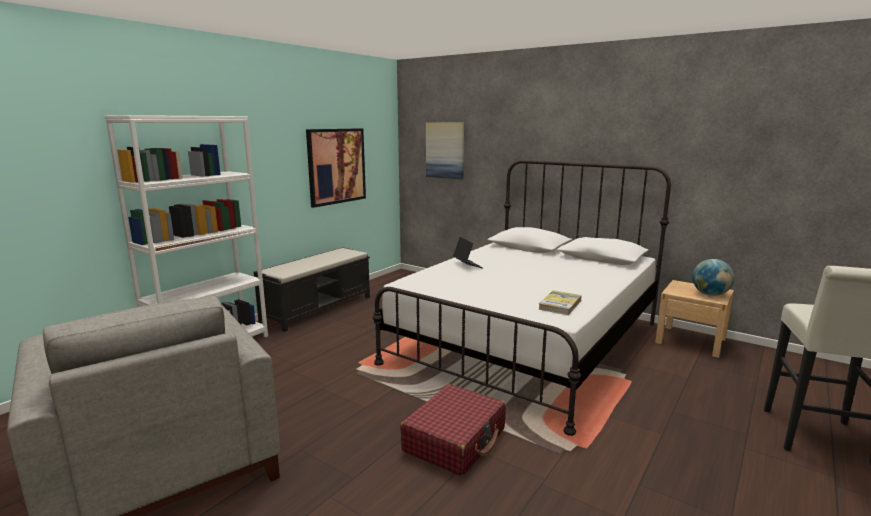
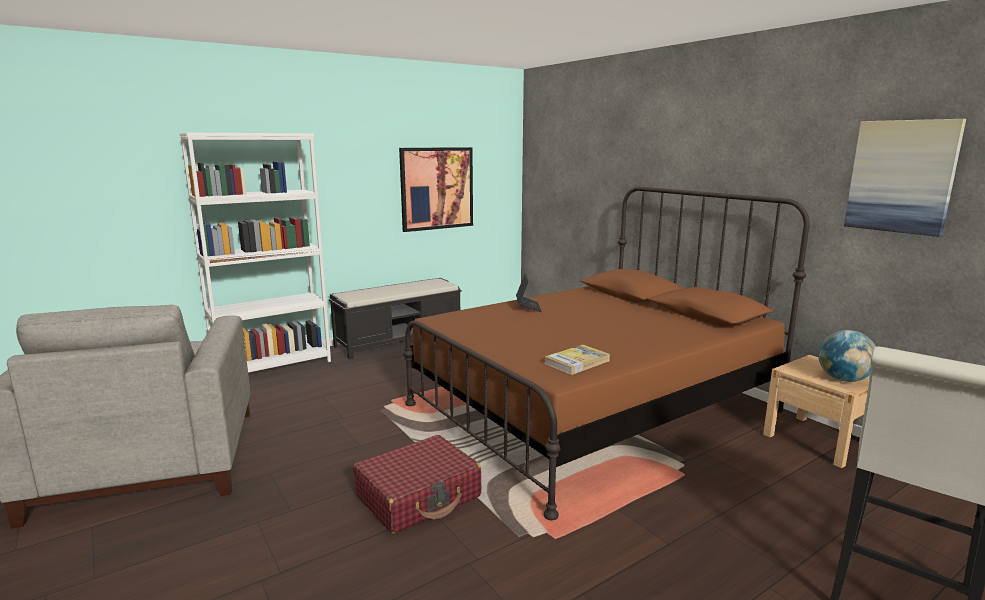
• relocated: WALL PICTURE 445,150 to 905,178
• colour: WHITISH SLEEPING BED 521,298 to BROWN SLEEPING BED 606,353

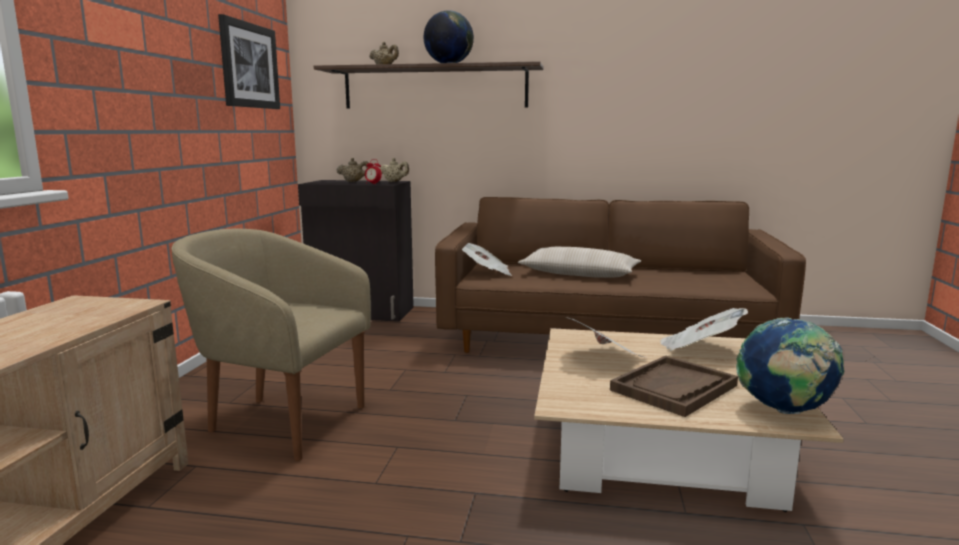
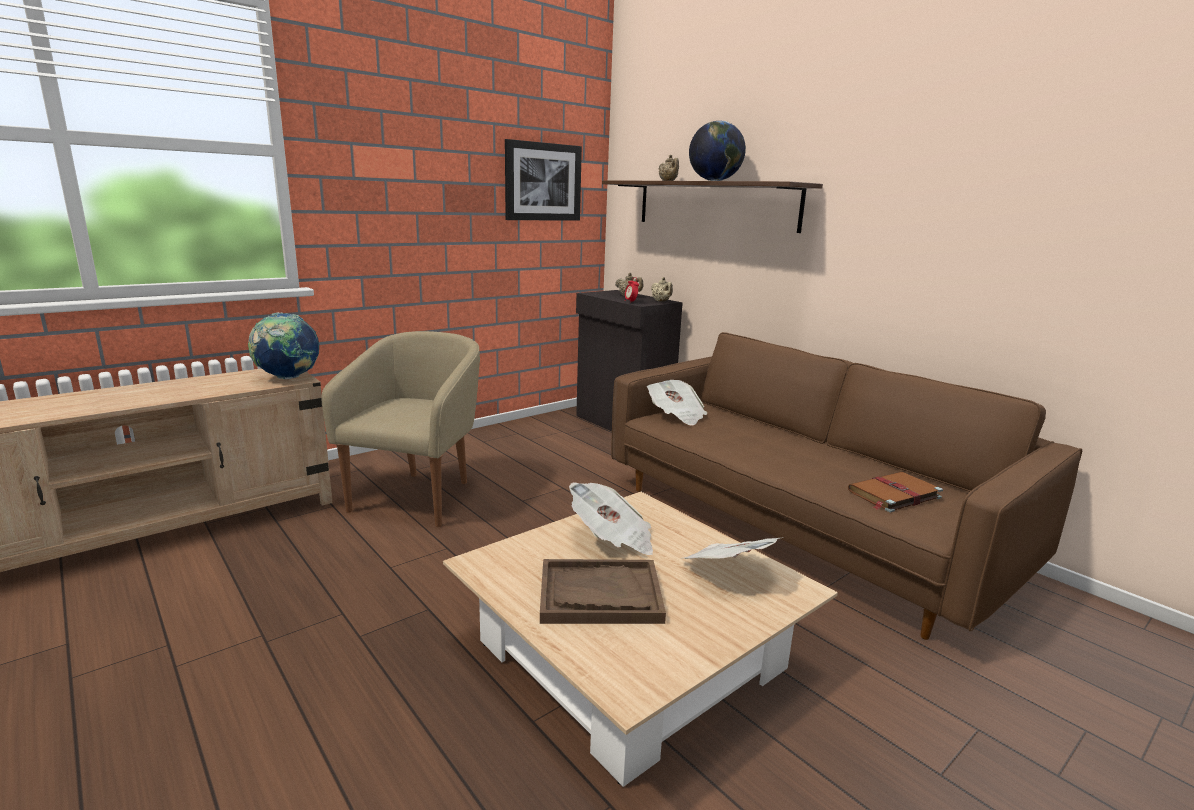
• spun: SAND-COLOURED ARMCHAIR 271,345 = 401,429 45 degrees clockwise
• missing: SAND-COLOURED PILLOW 579,262
• relocated: GLOBE 790,365 to 283,346
• appeared: BROWN VOLUME 895,492

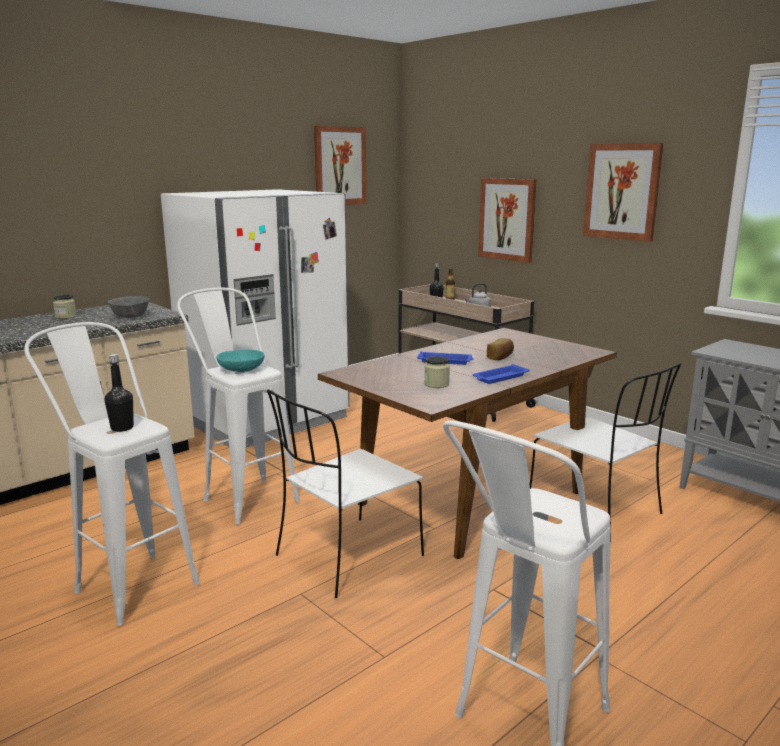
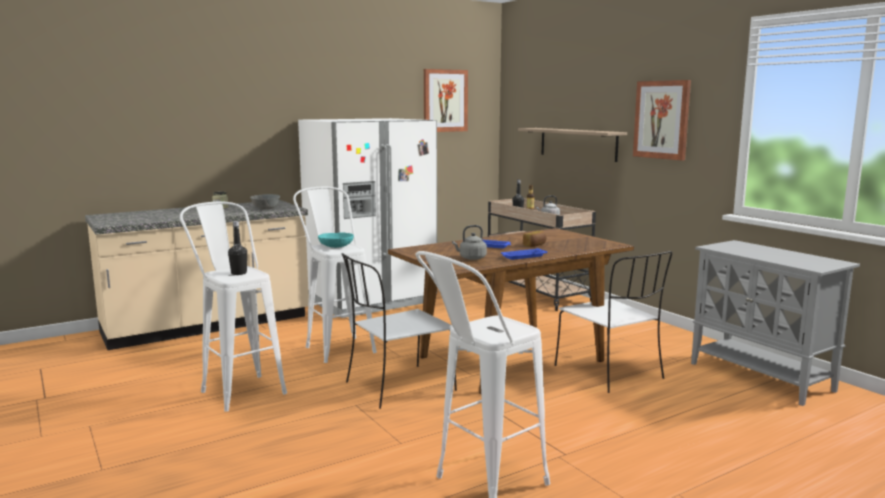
• exchanged: WALL PICTURE 507,220 to WALL SHELF 572,145
• exchanged: STORAGE JAR 437,372 to GREY WATER KETTLE 469,242

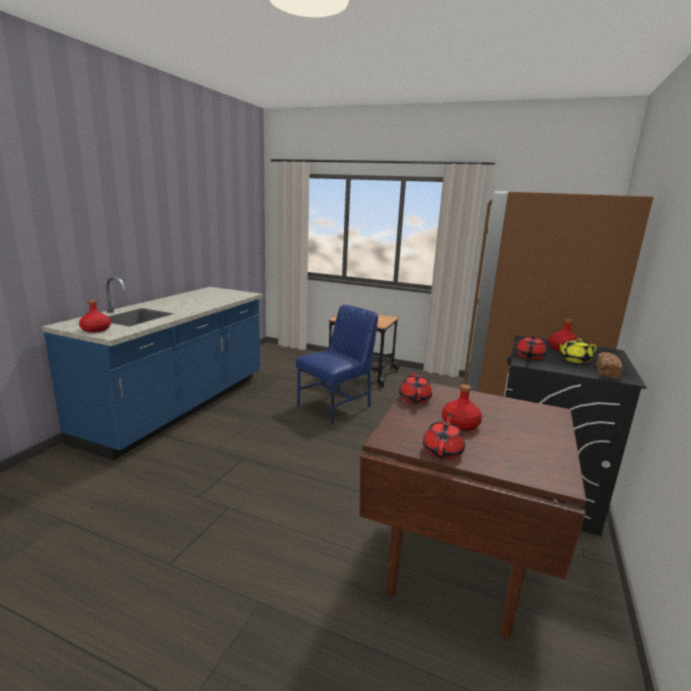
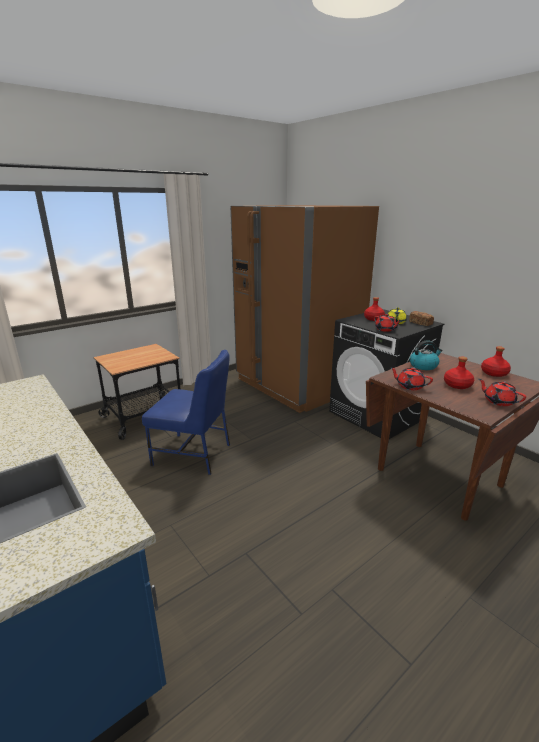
• relocated: RED-COLOURED BEVERAGE BOTTLE 95,316 to 496,361
• spun: BLUE-COLOURED CHAIR 337,364 = 186,412 120 degrees clockwise
• appeared: WATER KETTLE 426,355

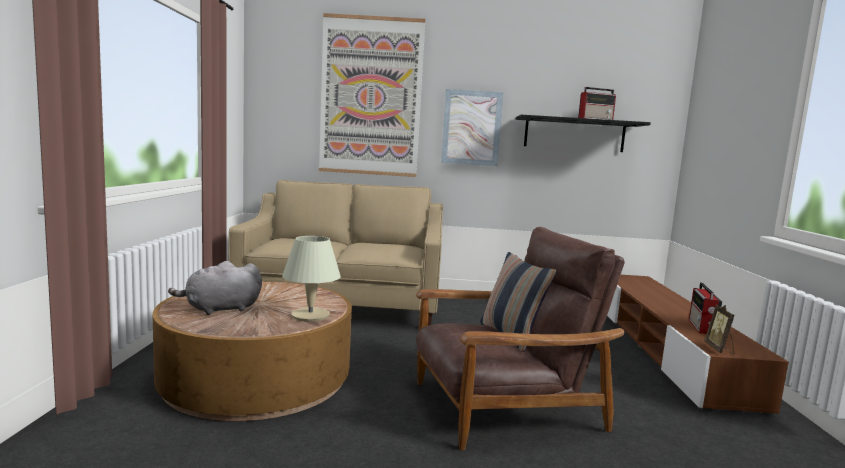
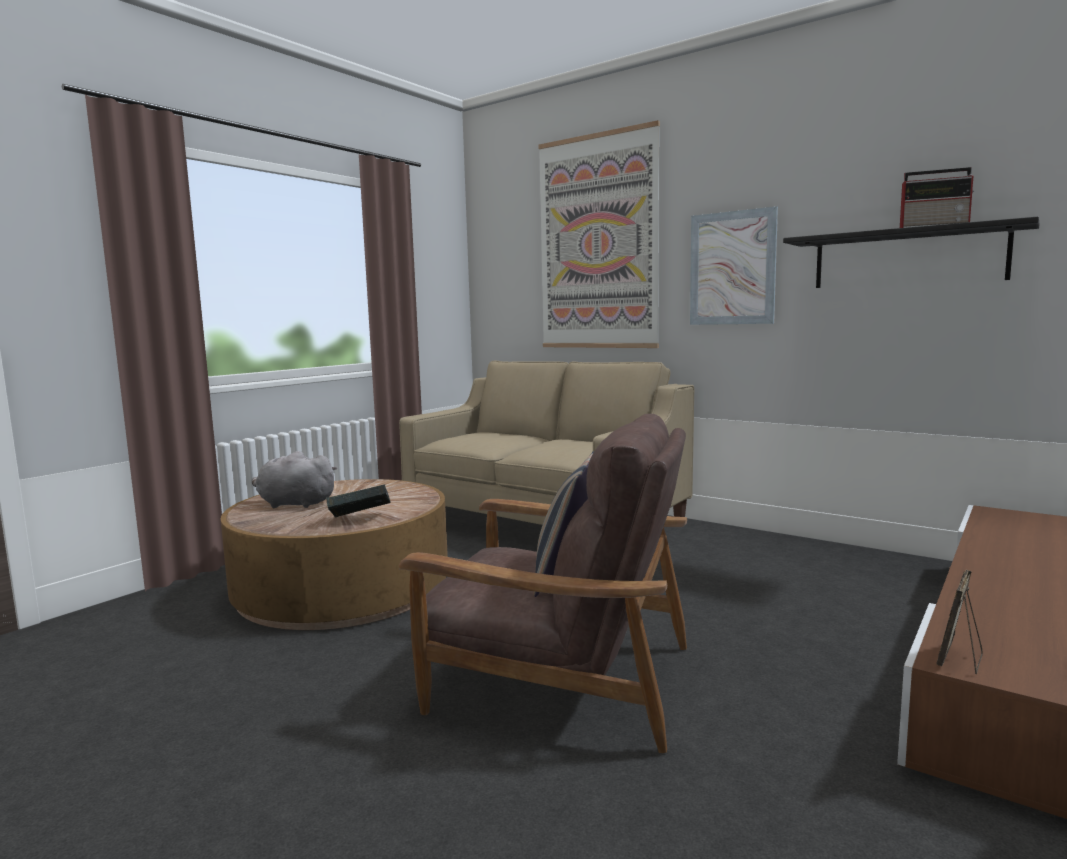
• exchanged: SAND-COLOURED LAMP FOR A TABLE 311,279 to VOLUME 358,501
• missing: RADIO 705,308

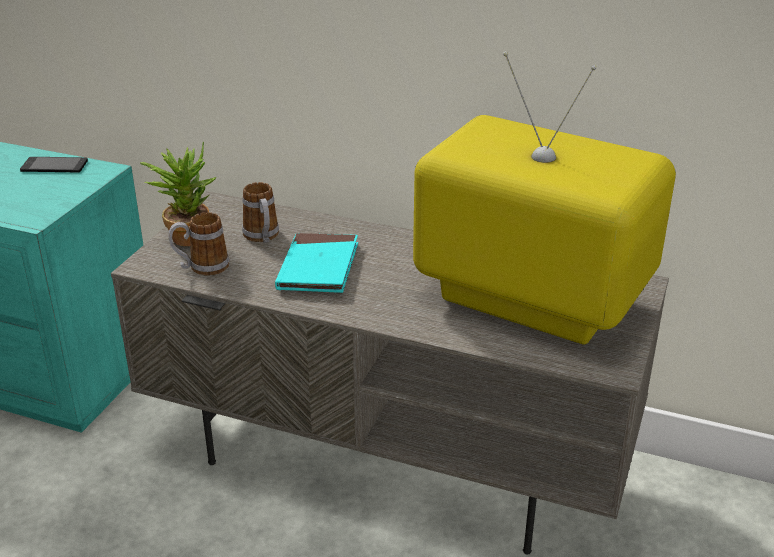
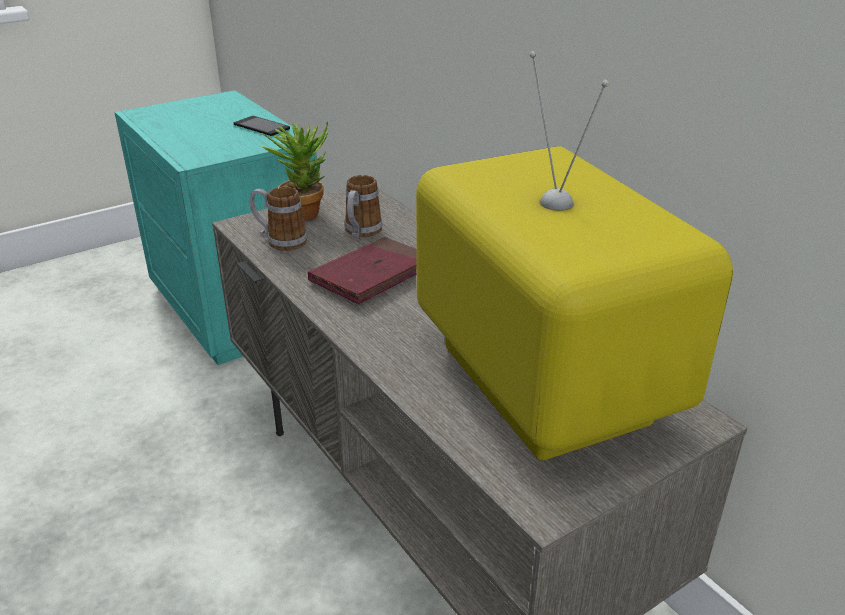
• colour: TURQUOISE-COLOURED VOLUME 316,263 to RED-COLOURED VOLUME 362,270

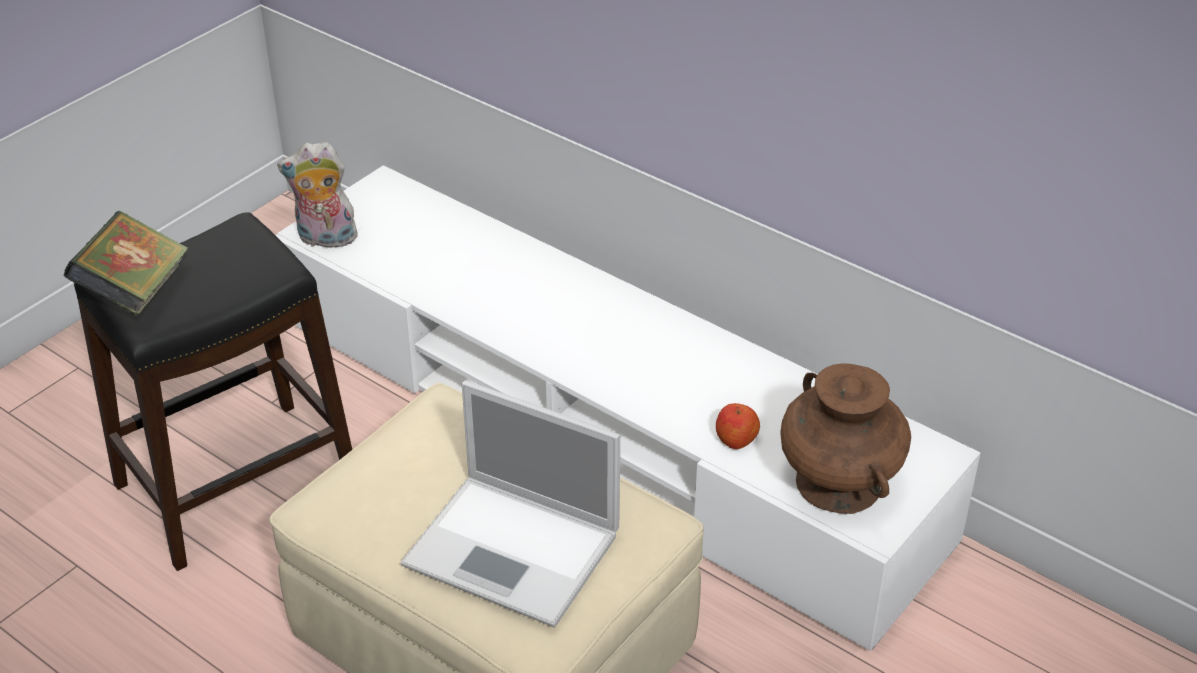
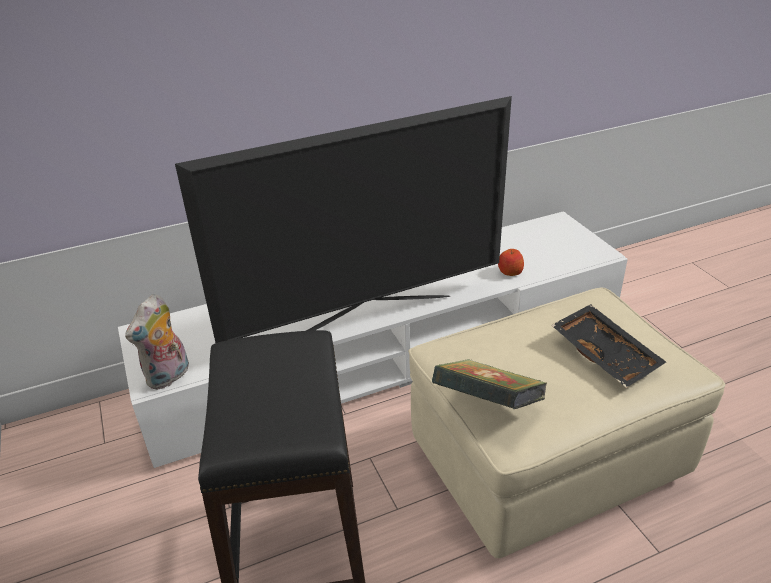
• relocated: VOLUME 125,263 to 489,384
• missing: BROWN FLOWER VASE 845,438
• exchanged: NOTEBOOK COMPUTER 510,504 to BLACK-COLOURED CARRYING TRAY 608,346
• appeared: TELEVISION 343,219

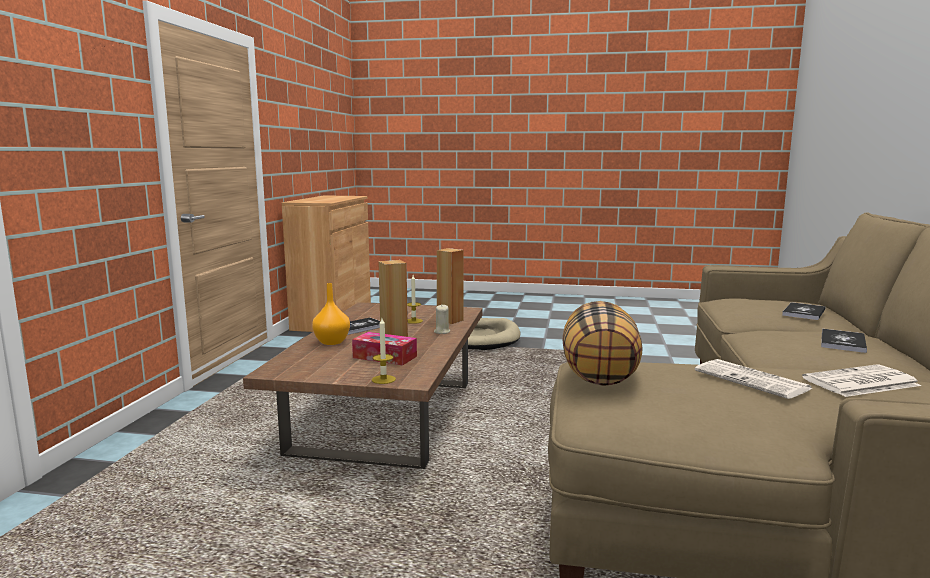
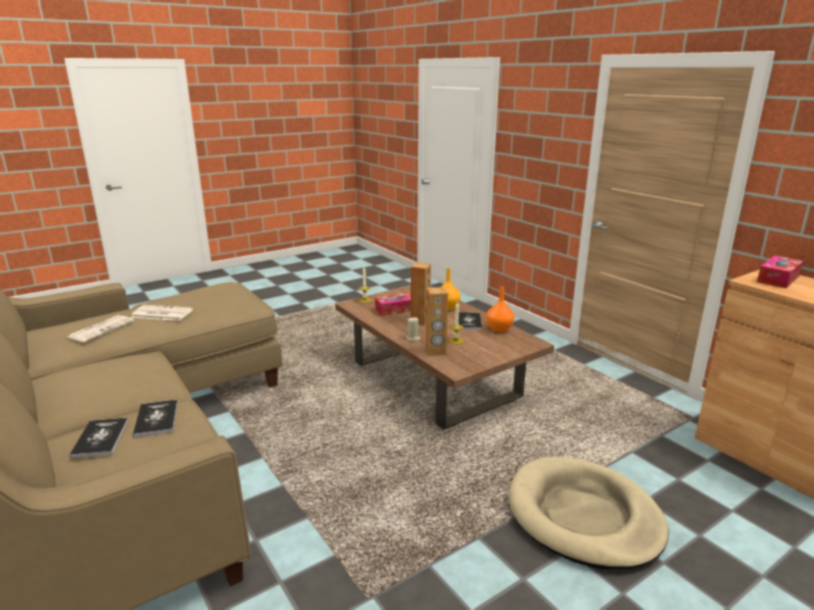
• missing: PILLOW 602,343
• relocated: VOLUME 844,341 to 155,418
• appeared: TISSUE BOX 780,271
• appeared: ORANGEY FLOWER VASE 500,309

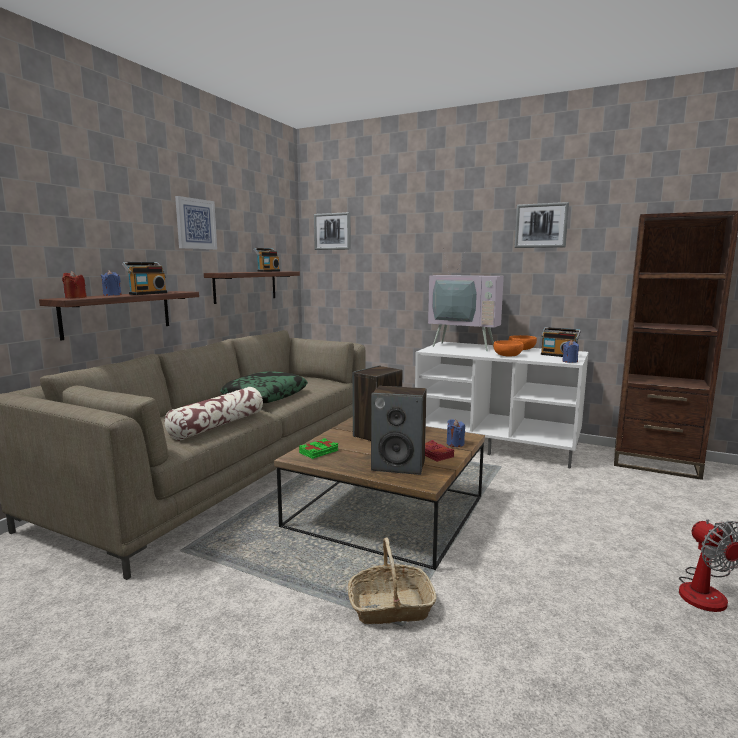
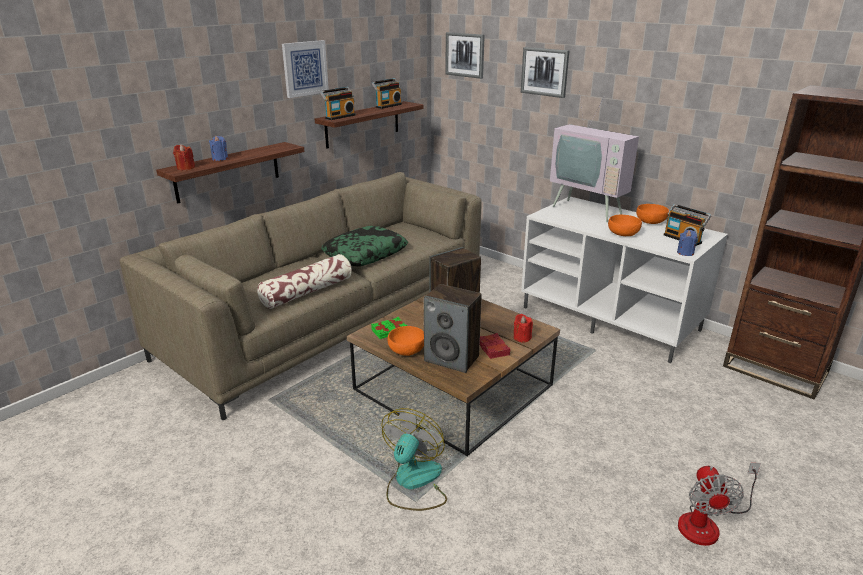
• relocated: WALL PICTURE 541,225 to 545,72
• relocated: RADIO 144,278 to 337,103
• colour: BLUE-COLOURED CANDLE 456,433 to RED-COLOURED CANDLE 523,328
• exchanged: STORAGE BASKET 392,581 to FAN 414,459
• appeared: ORANGEY SERVING BOWL 405,341

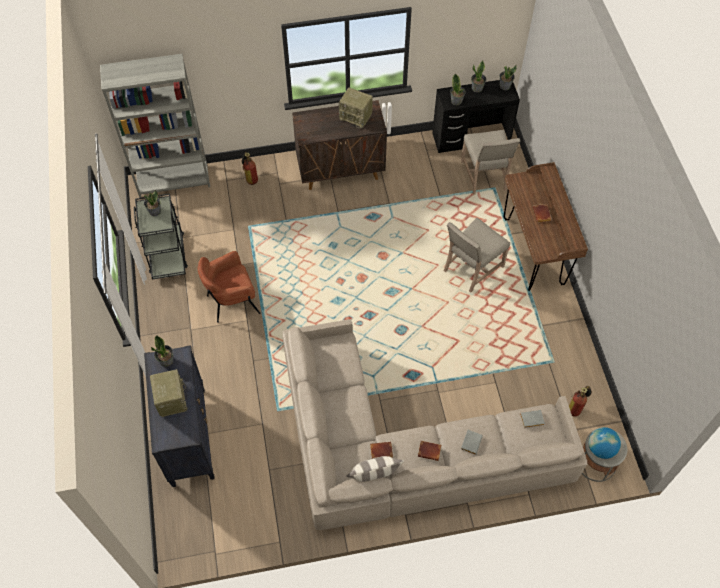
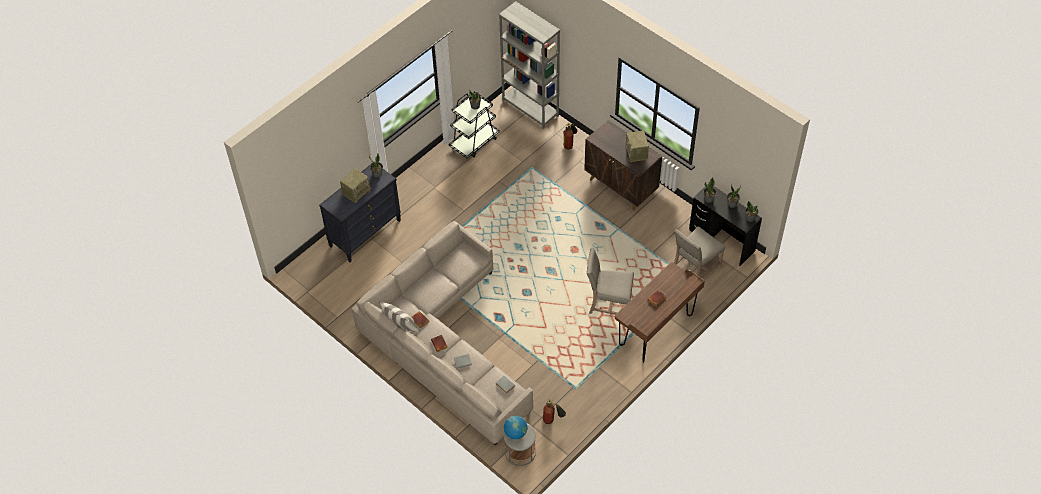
• missing: BROWN ARMCHAIR 229,287

